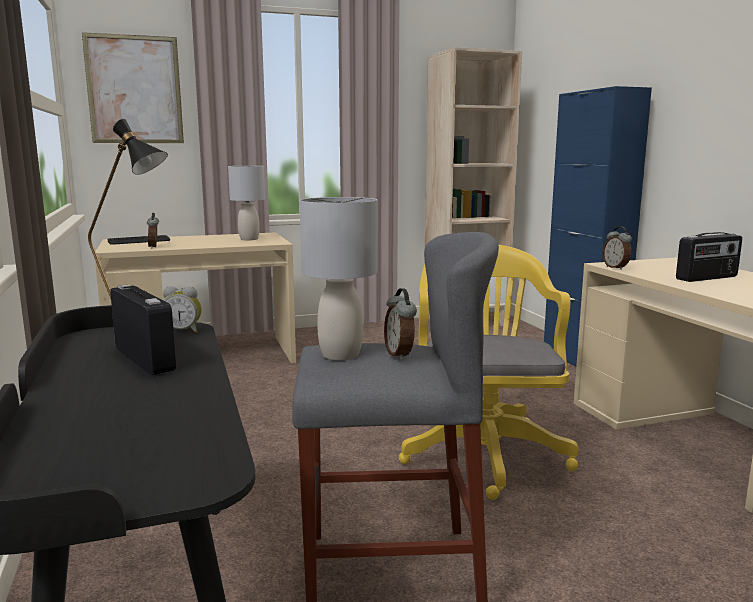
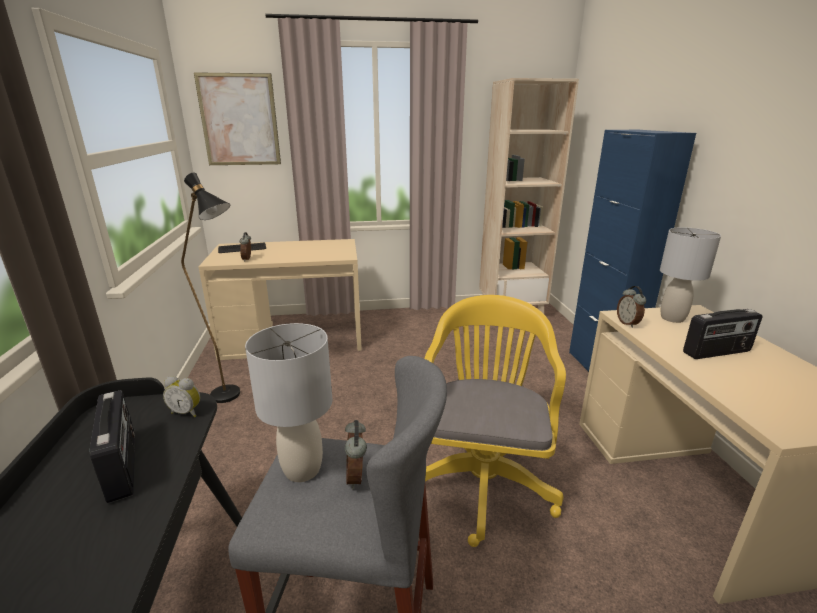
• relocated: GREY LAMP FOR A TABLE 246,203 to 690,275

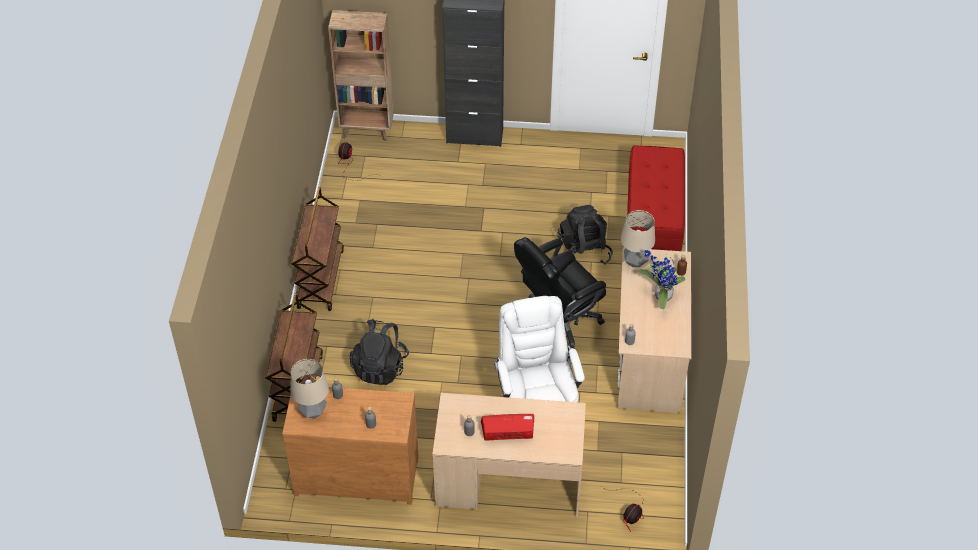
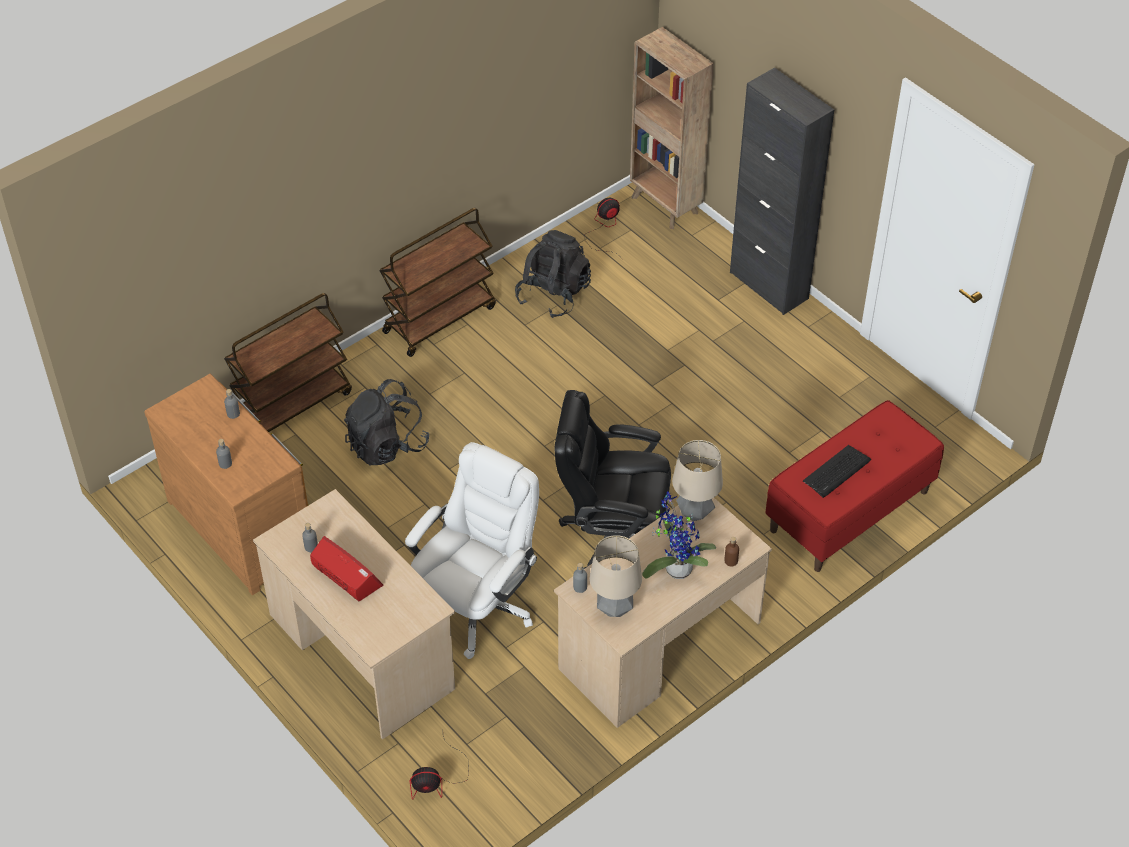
• relocated: BLACK-COLOURED BACKPACK 585,235 to 553,274
• relocated: LAMP FOR A TABLE 310,389 to 616,576
• appeared: KEYBOARD 837,471

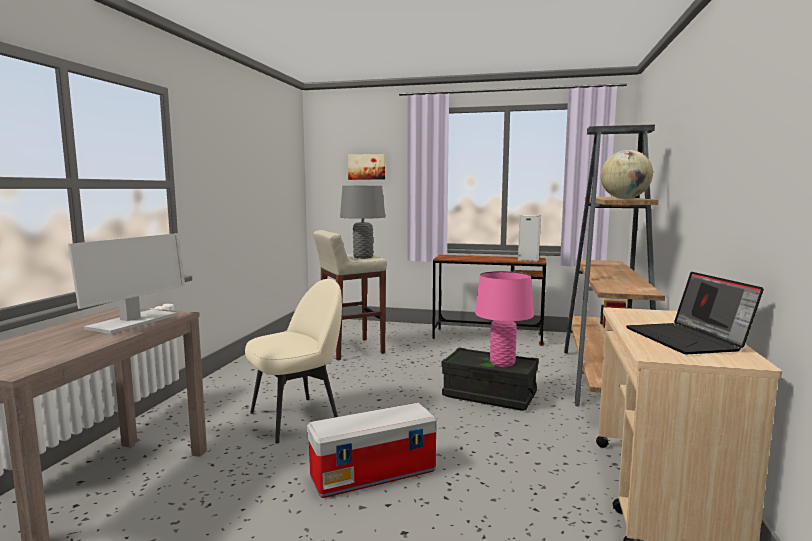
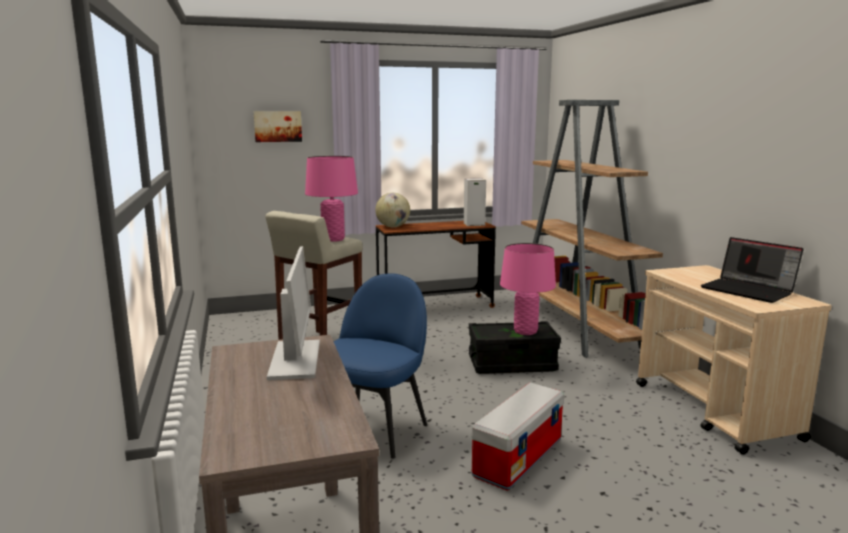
• relocated: GLOBE 627,174 to 392,210
• colour: GREY LAMP FOR A TABLE 362,222 to PINK LAMP FOR A TABLE 331,199
• colour: SAND-COLOURED CHAIR 293,361 to BLUE-COLOURED CHAIR 380,366

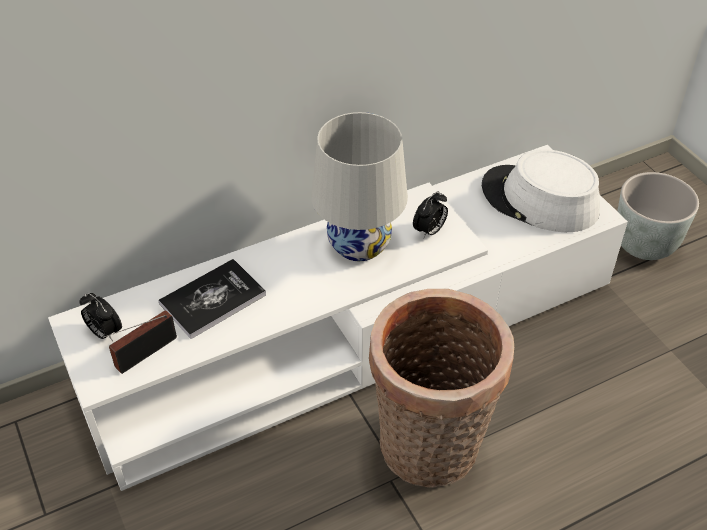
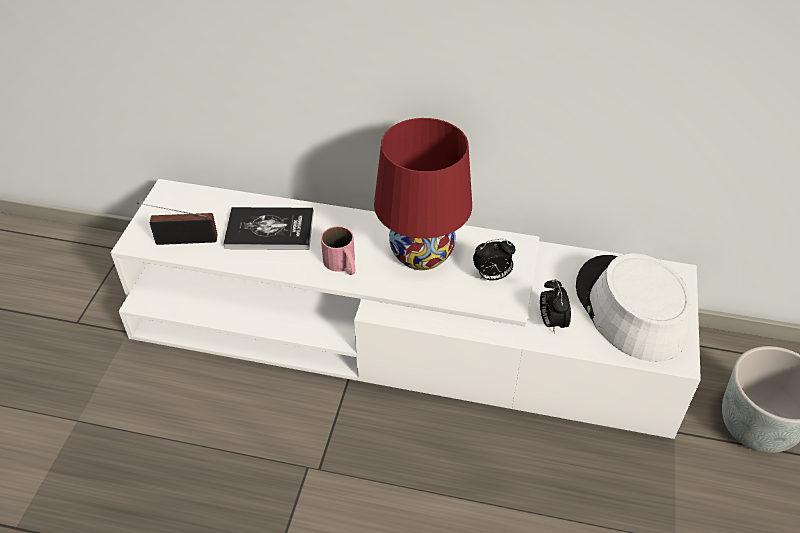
• colour: WHITISH LAMP FOR A TABLE 359,186 to RED-COLOURED LAMP FOR A TABLE 423,194
• missing: STORAGE BASKET 441,388
• relocated: BEDSIDE CLOCK 100,317 to 555,306
• appeared: PINK MUG 338,250

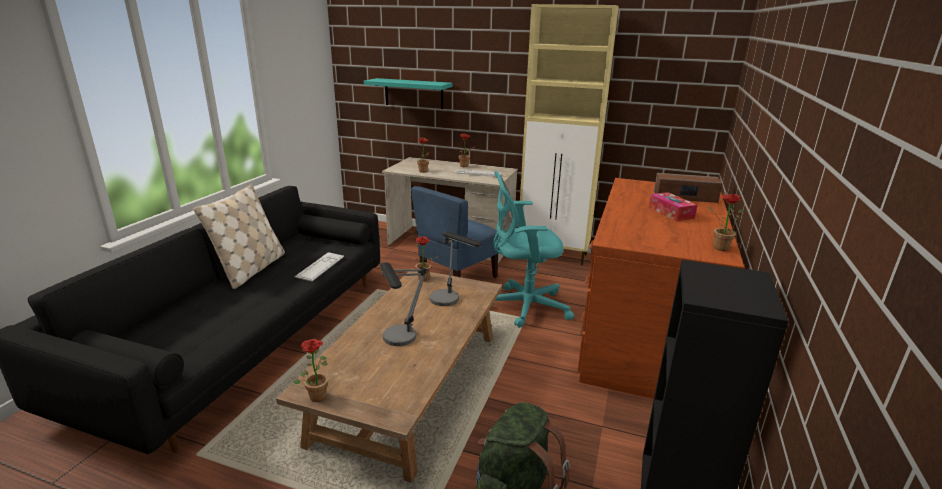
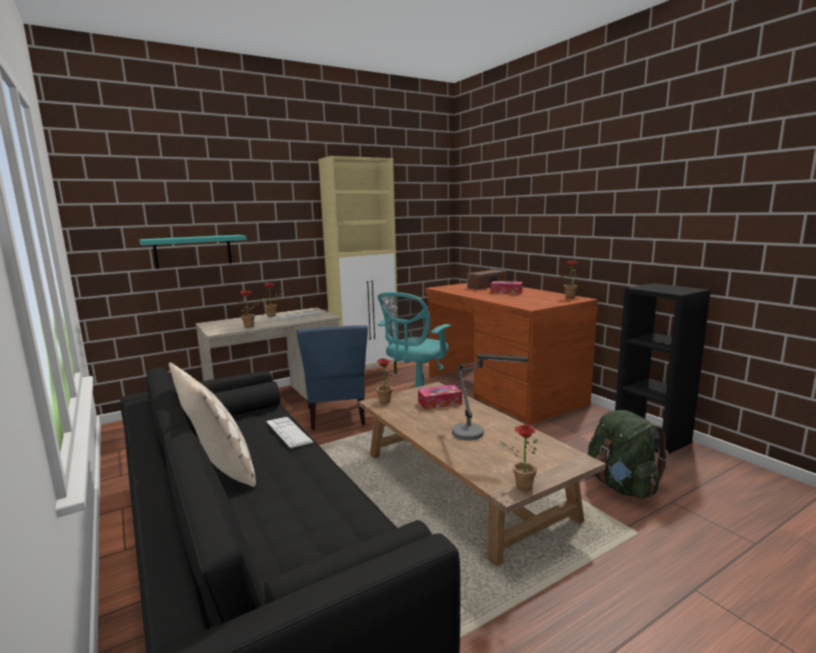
• exchanged: LAMP FOR A TABLE 456,268 to TISSUE BOX 440,397

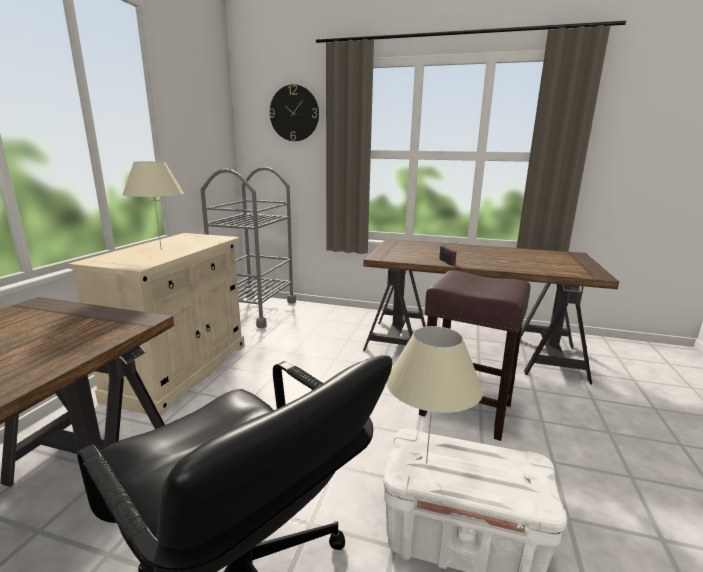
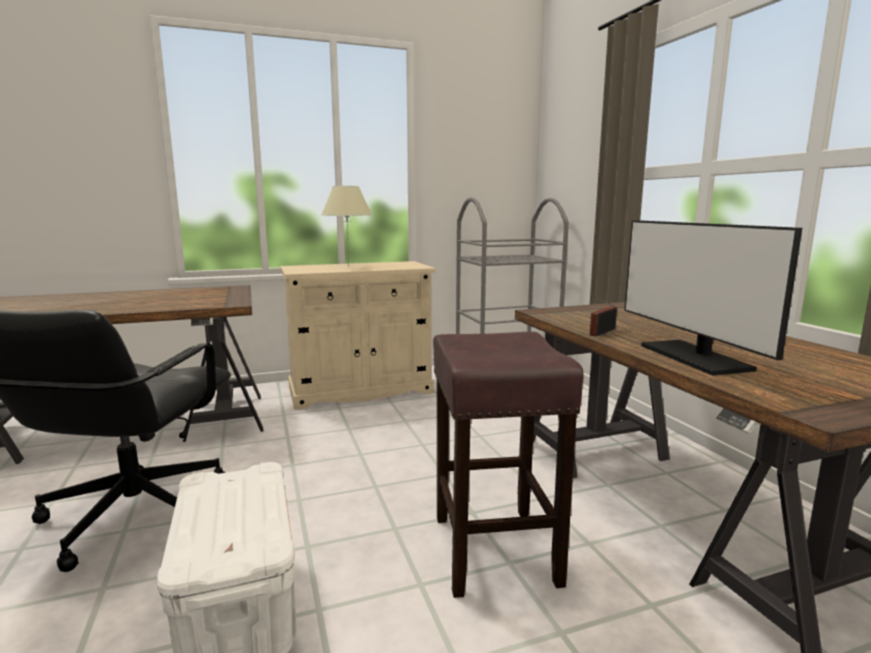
• missing: HANGING CLOCK 294,112
• missing: SAND-COLOURED LAMP FOR A TABLE 434,395
• appeared: COMPUTER SCREEN 713,298

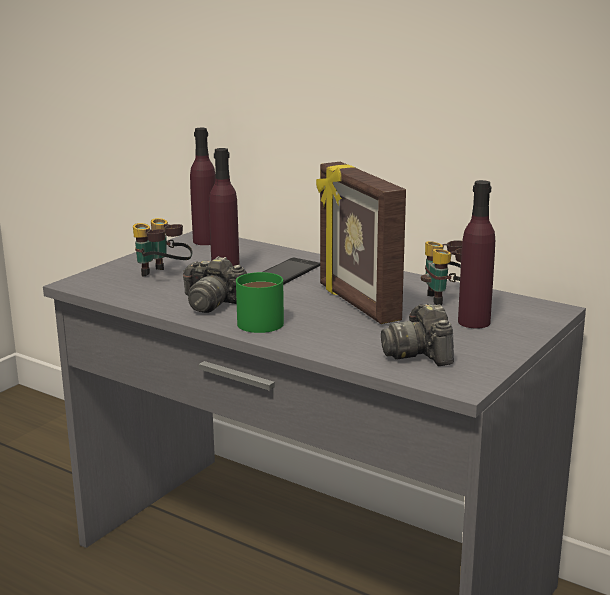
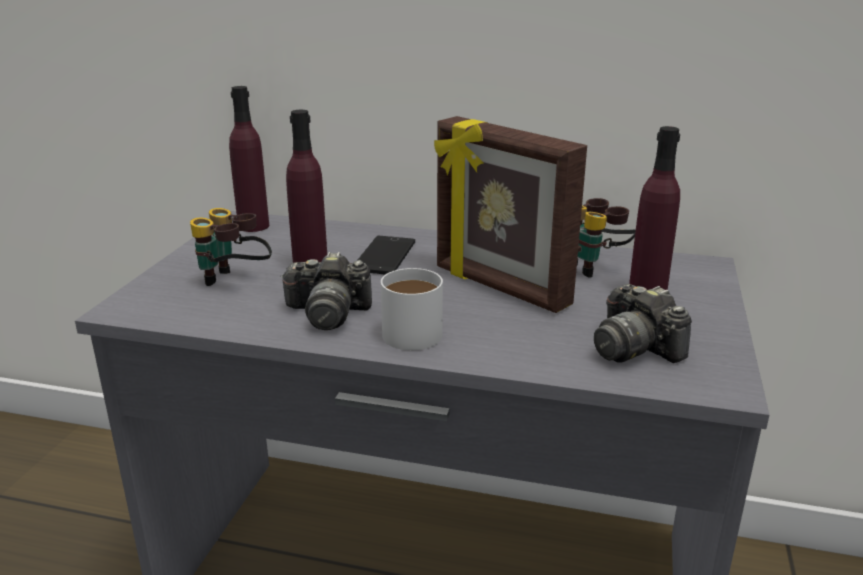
• colour: GREENISH MUG 260,302 to WHITISH MUG 412,309

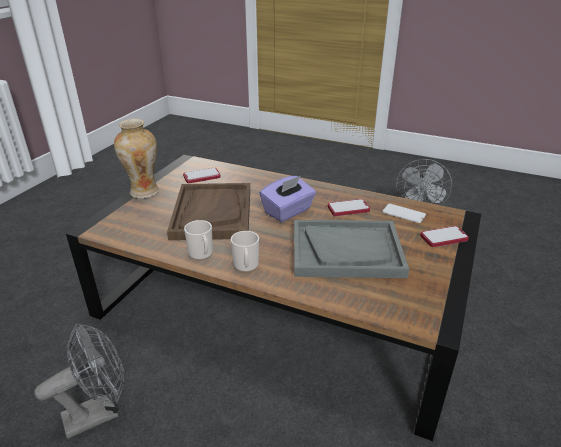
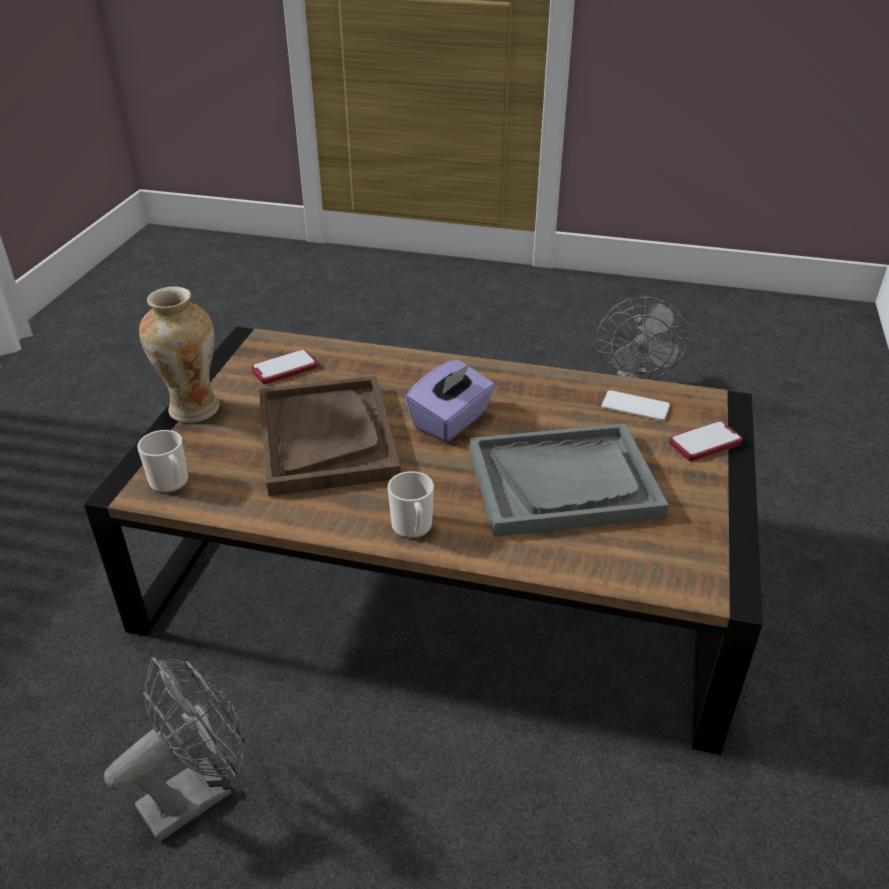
• missing: HANDSET 349,207
• relocated: MUG 198,240 to 162,461

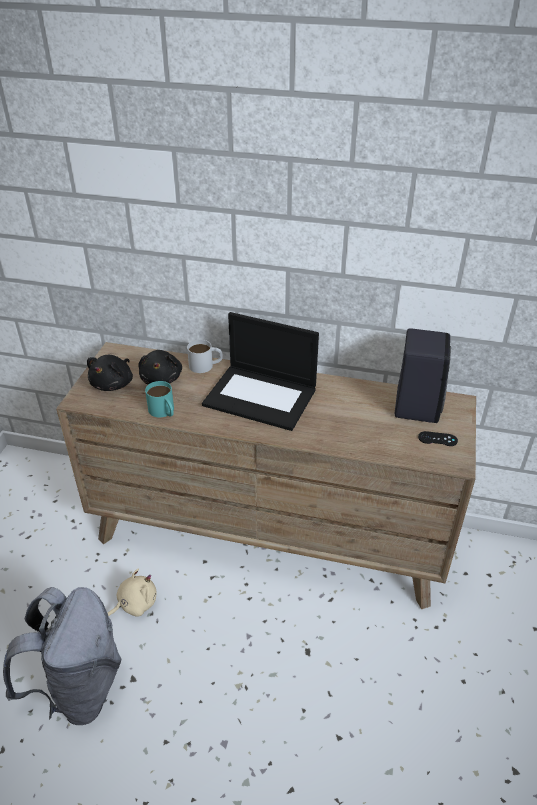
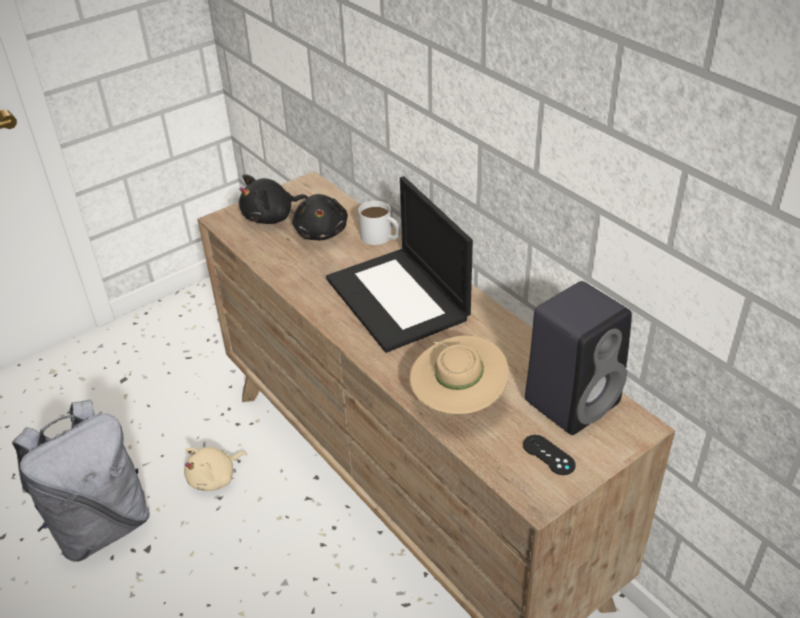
• spun: BLACK-COLOURED PLUSH TOY 160,367 = 320,217 45 degrees counterclockwise
• missing: TURQUOISE-COLOURED MUG 159,399
• spun: SAND-COLOURED PLUSH TOY 132,592 = 215,469 135 degrees clockwise
• appeared: SAND-COLOURED CLOTHING HAT 459,374

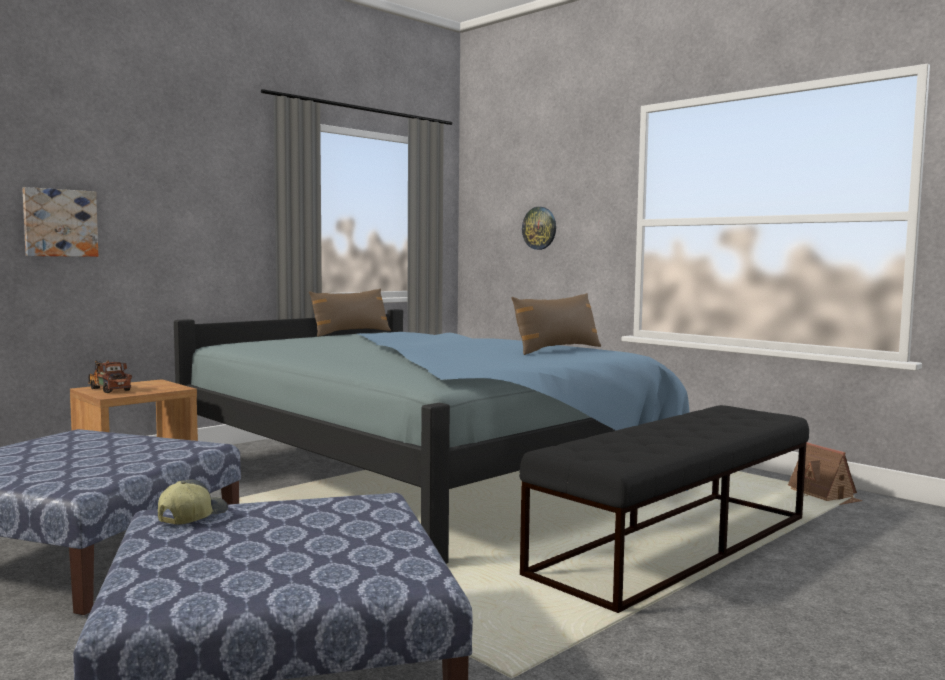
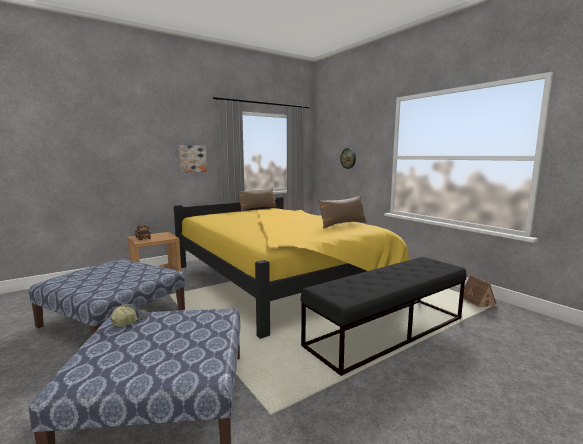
• relocated: WALL PICTURE 60,222 to 193,158
• colour: BLUE-COLOURED SLEEPING BED 432,436 to YELLOW-COLOURED SLEEPING BED 291,268

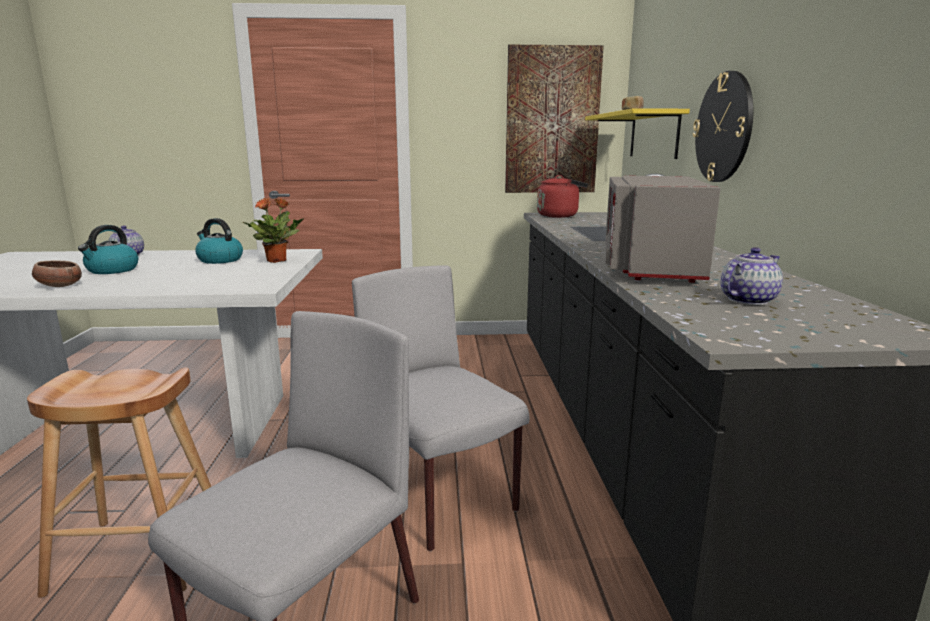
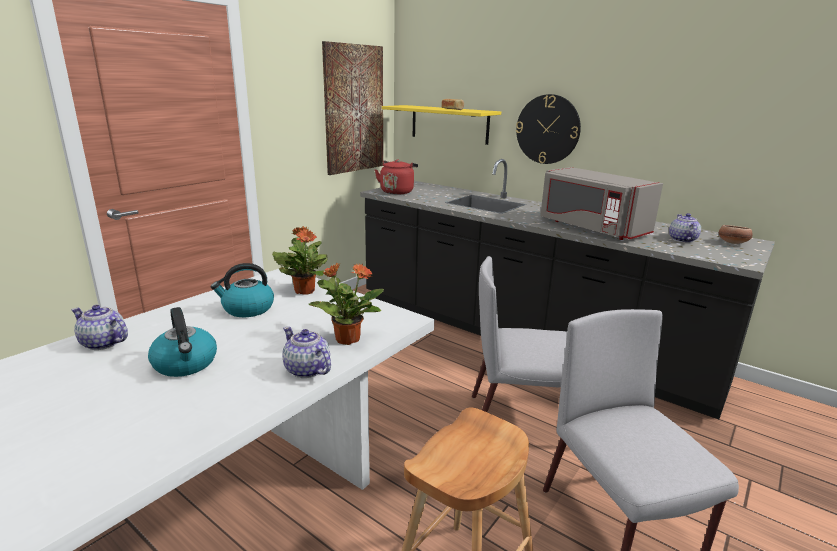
• relocated: SERVING BOWL 57,273 to 735,234
• appeared: PLANT IN A POT 346,304
• appeared: TEAPOT 306,352

